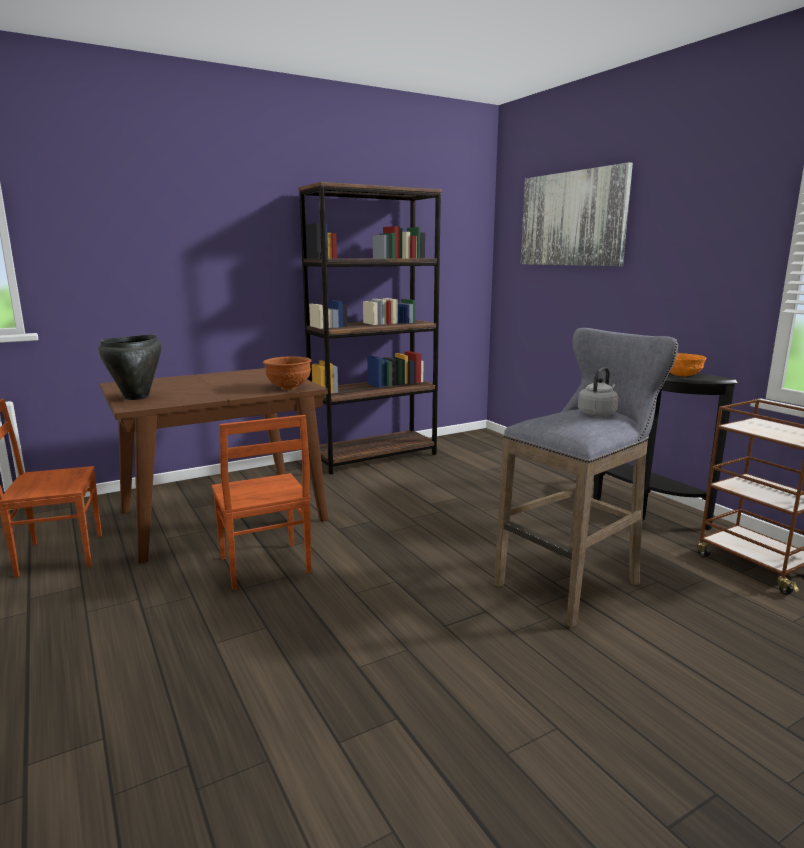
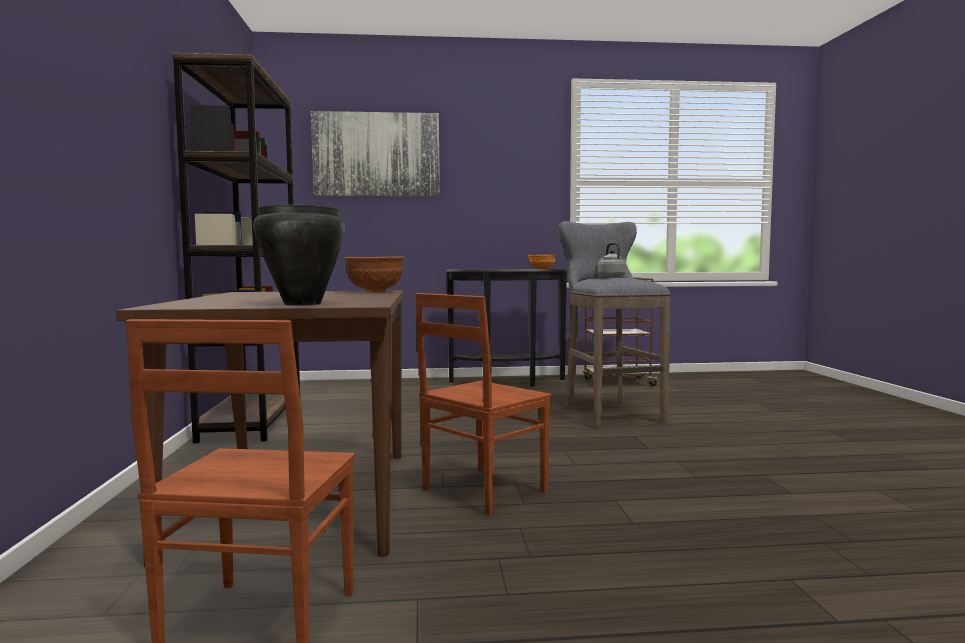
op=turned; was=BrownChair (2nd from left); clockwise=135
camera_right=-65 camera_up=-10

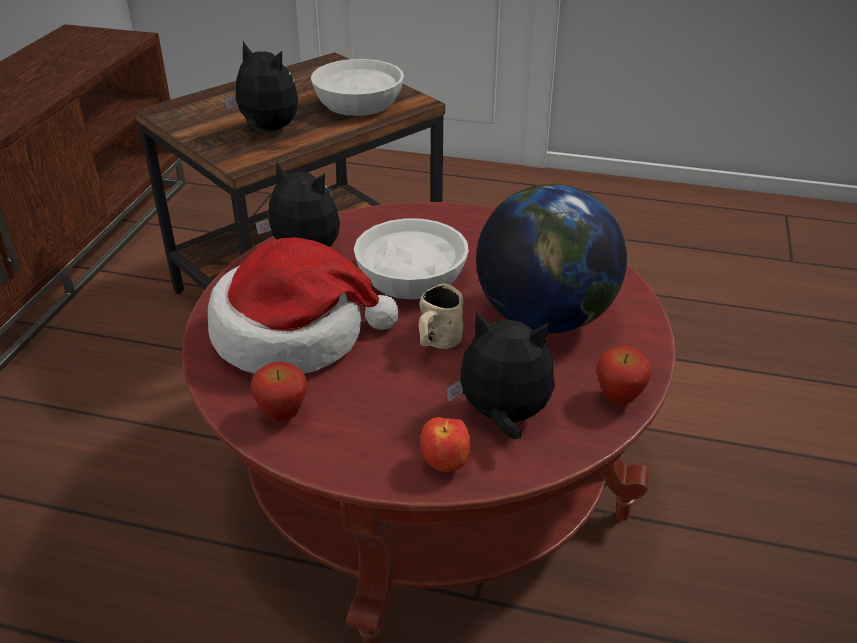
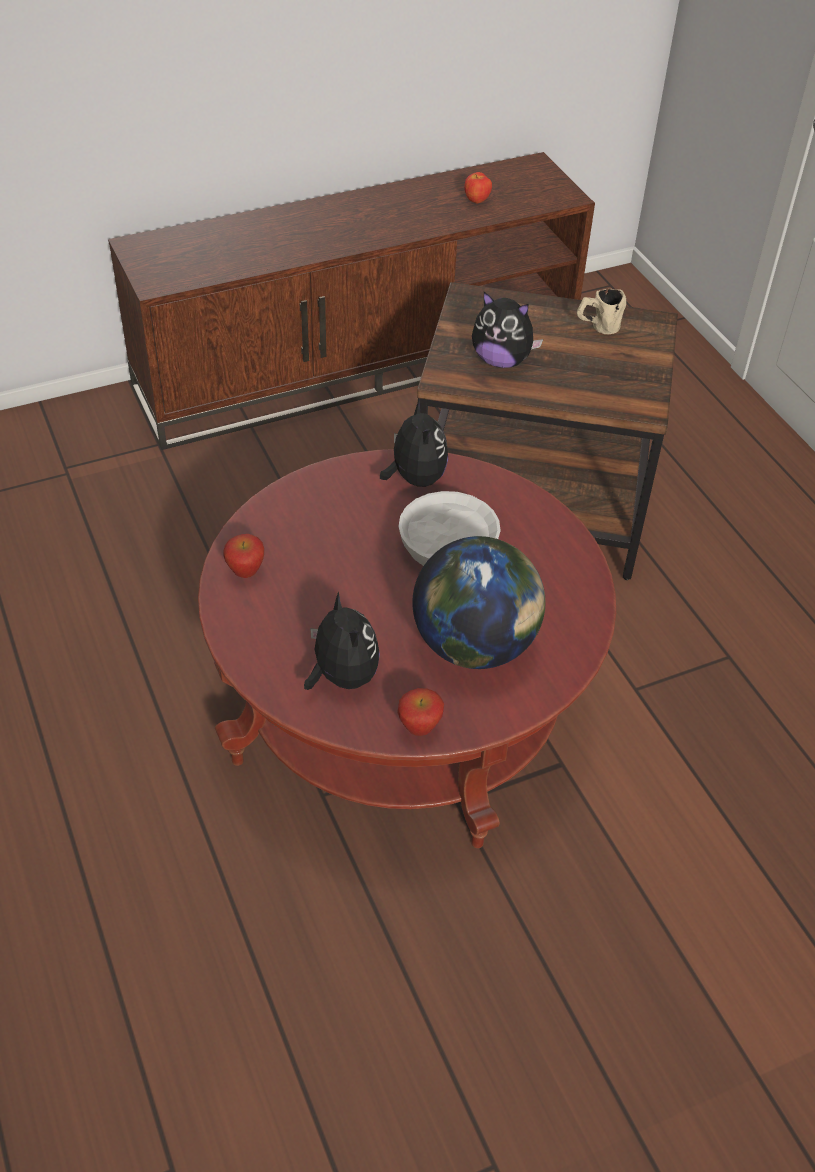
op=moved; was=Apple (2nd from left in the first image); now=Apple (3rd from left)
op=turned; was=PlushToy (1st from left in the first image); clockwise=120
op=moved; was=BeigeMug
op=removed; was=Hat
op=removed; was=WhiteBowl (1st from left)
camera_right=50 camera_up=10

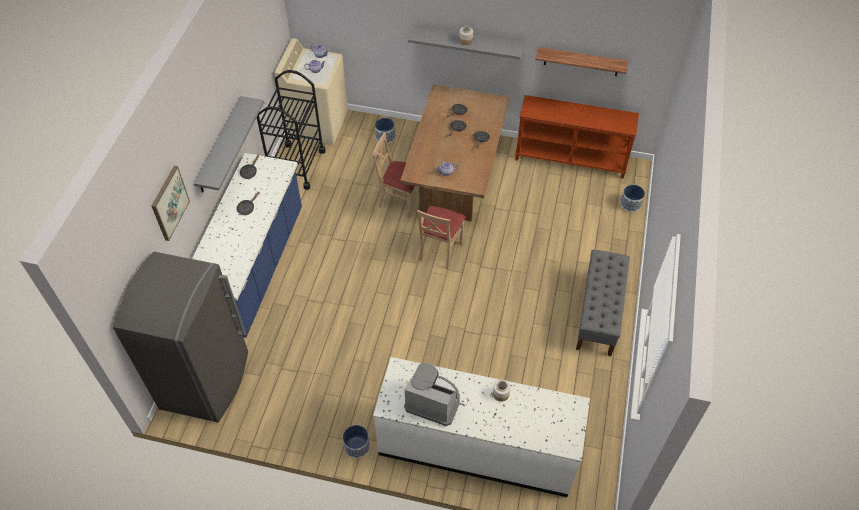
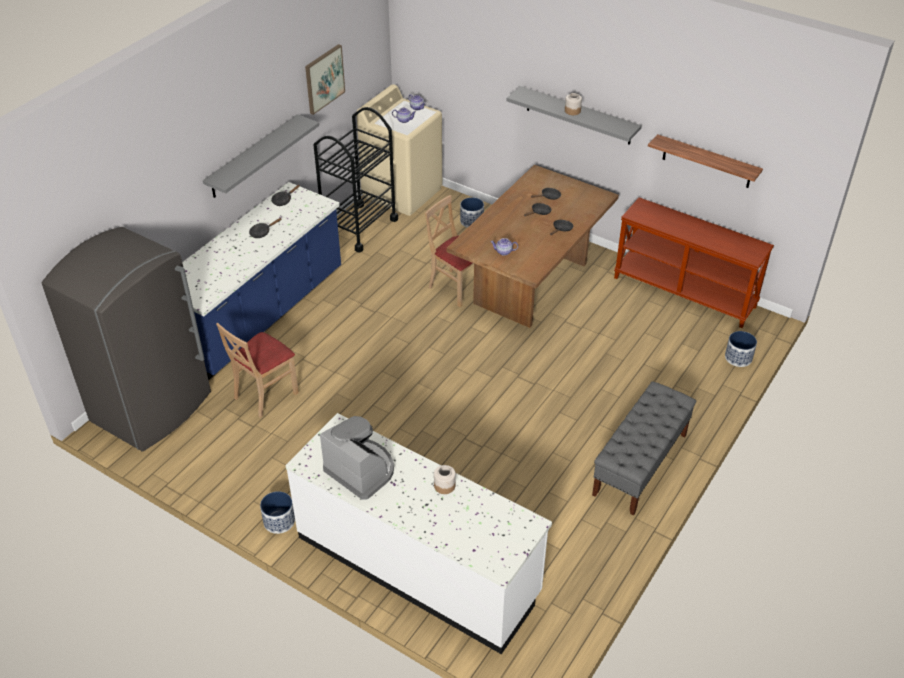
op=moved; was=BeigeChair (2nd from left in the first image); now=BeigeChair (1st from left)
op=moved; was=Picture
camera_right=20 camera_up=-10

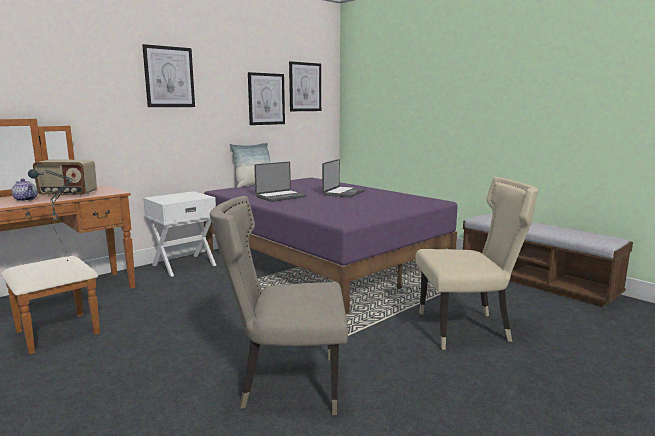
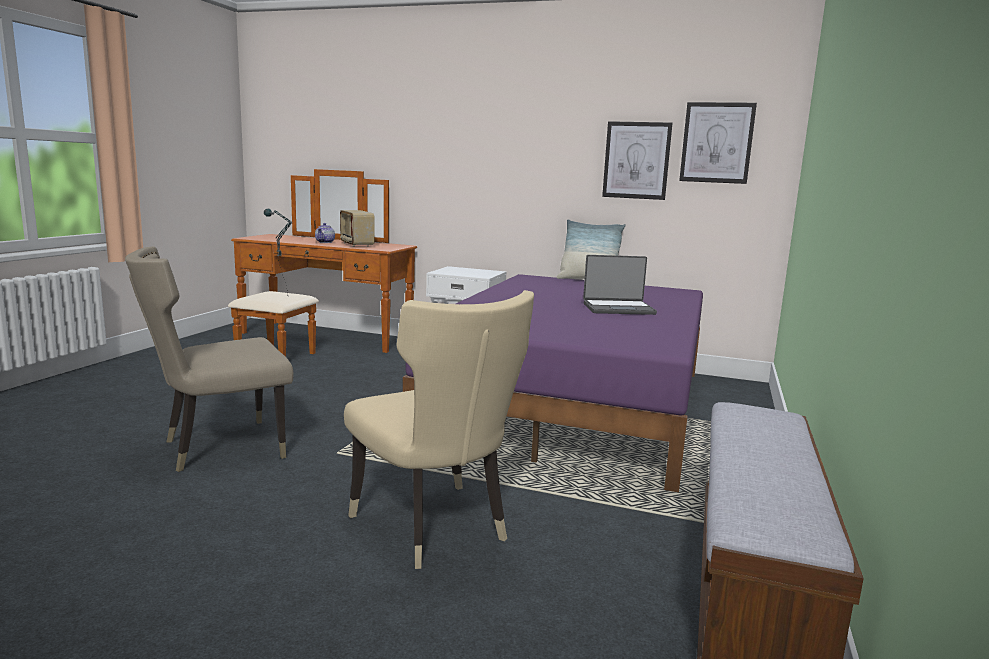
op=turned; was=BeigeChair (1st from left); clockwise=-90
op=removed; was=Picture (1st from left)
op=removed; was=Laptop (1st from left)
camera_right=60 camera_up=0

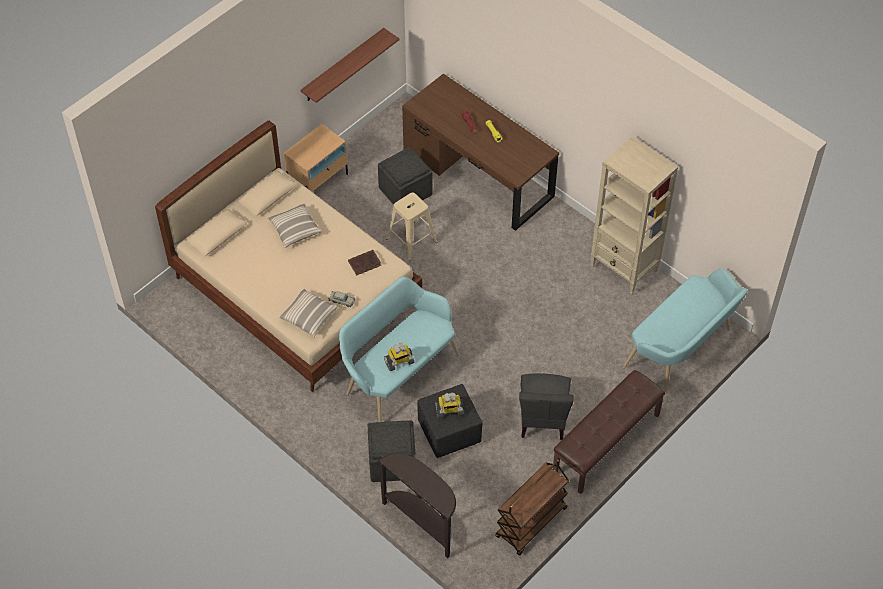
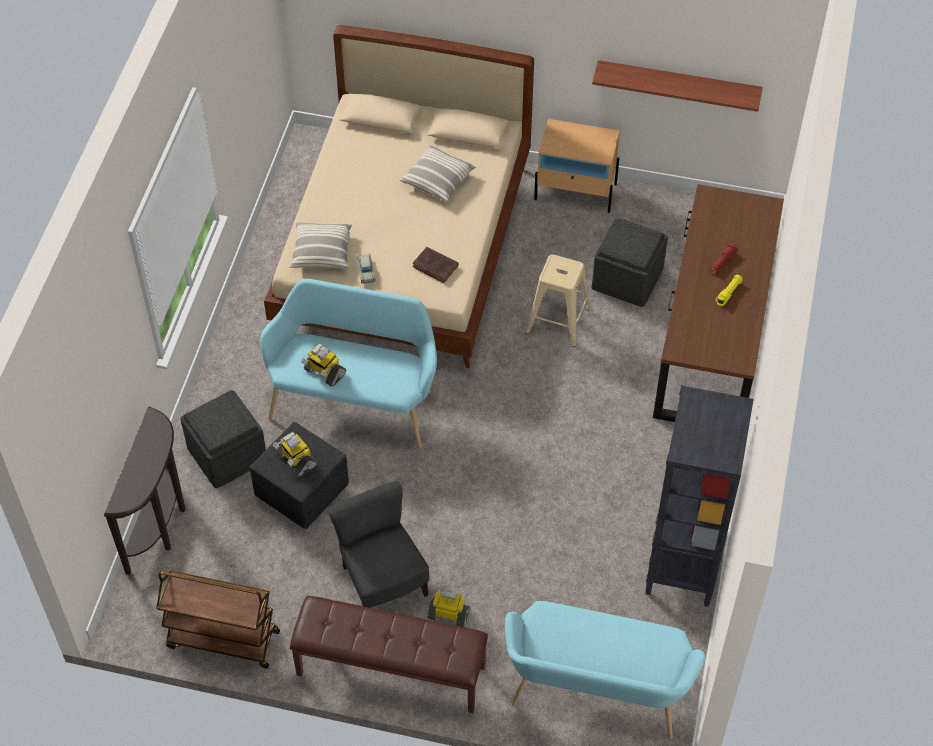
op=turned; was=GreyChair; clockwise=90
op=added; now=ToyRobot (3rd from left)
op=recoloured; was=BeigeBookcase; now=BlackBookcase
camera_right=60 camera_up=0

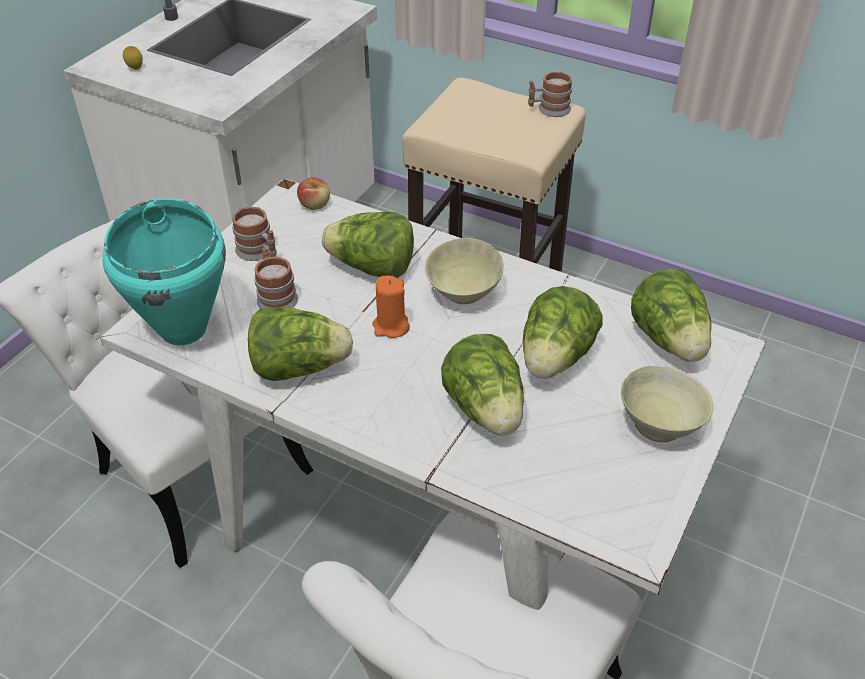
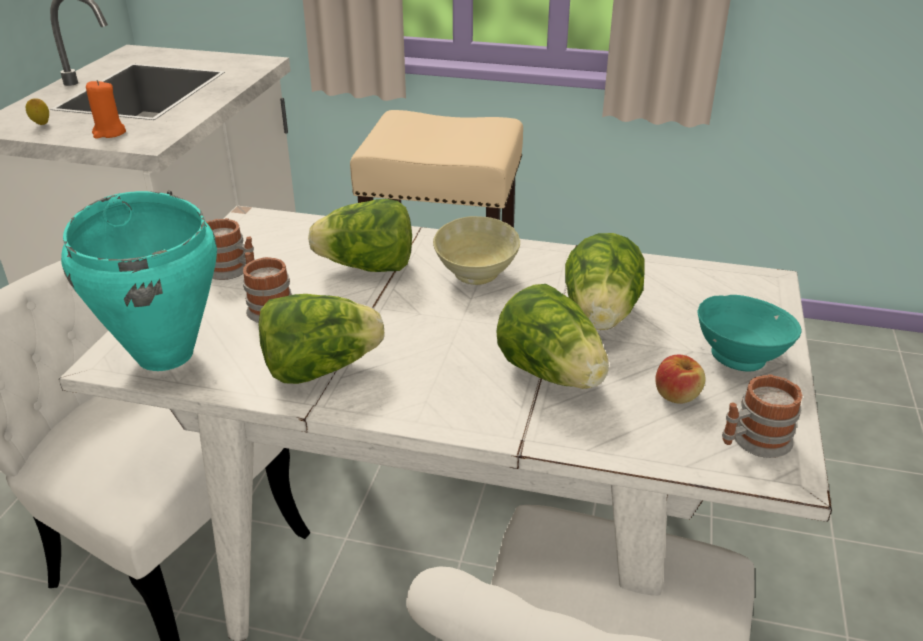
op=moved; was=OrangeCandle
op=moved; was=Apple
op=recoloured; was=BeigeBowl (2nd from left); now=TurquoiseBowl
op=moved; was=Mug (3rd from left)
op=removed; was=Lettuce (5th from left)
camera_right=-15 camera_up=-10

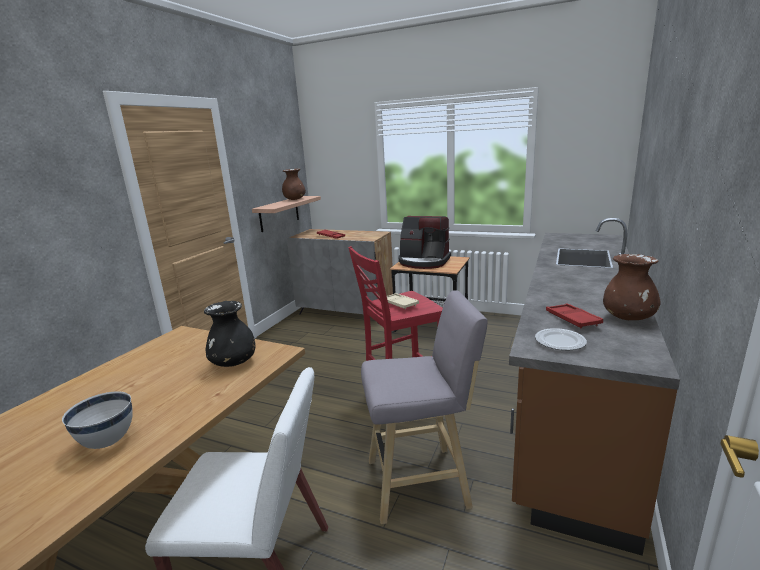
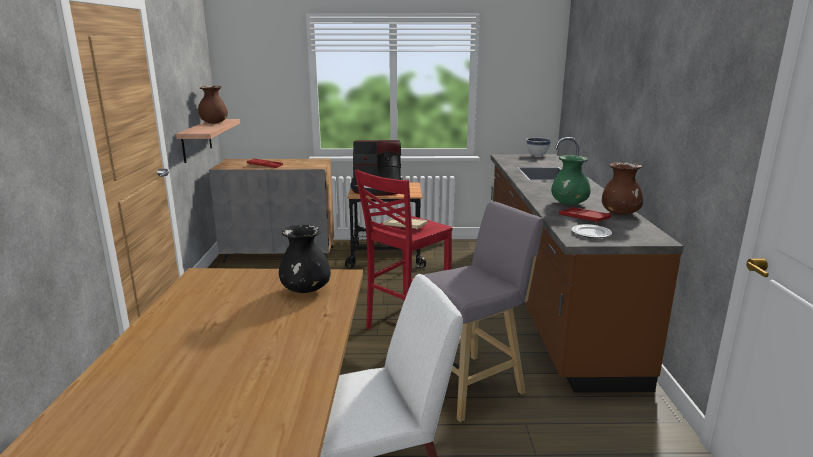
op=moved; was=WhiteBowl
op=added; now=GreenVase
camera_right=-25 camera_up=0

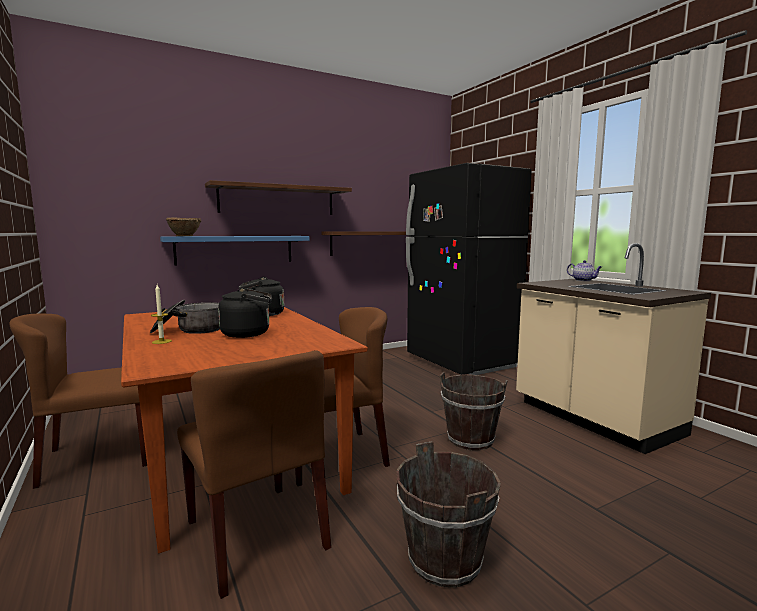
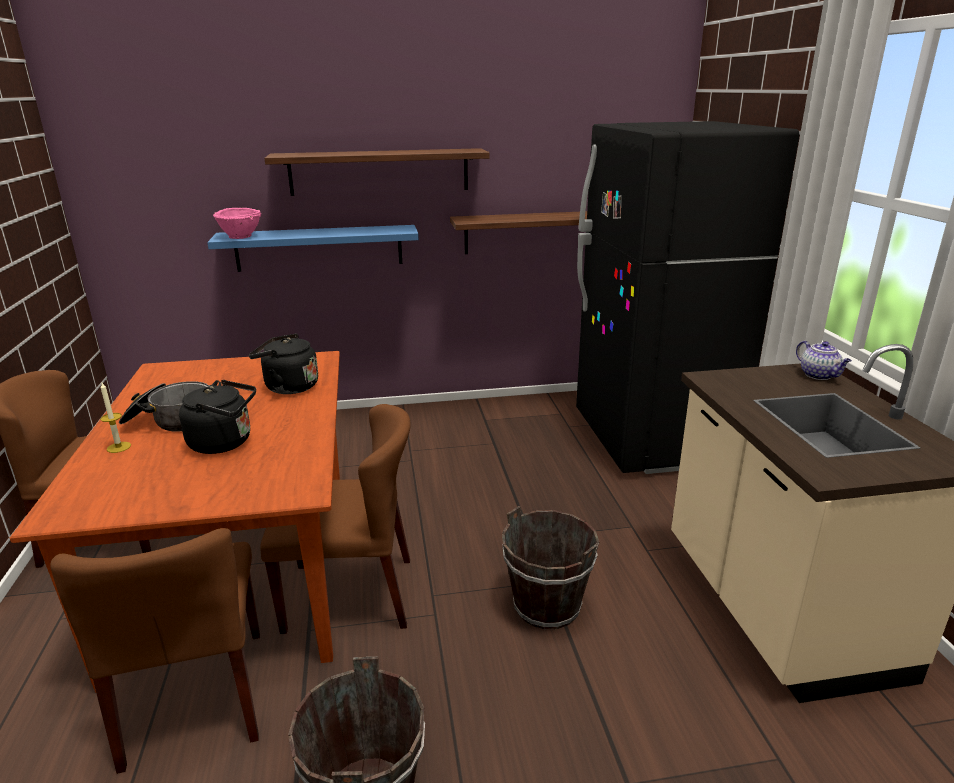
op=recoloured; was=BrownBowl; now=PinkBowl
camera_right=20 camera_up=15

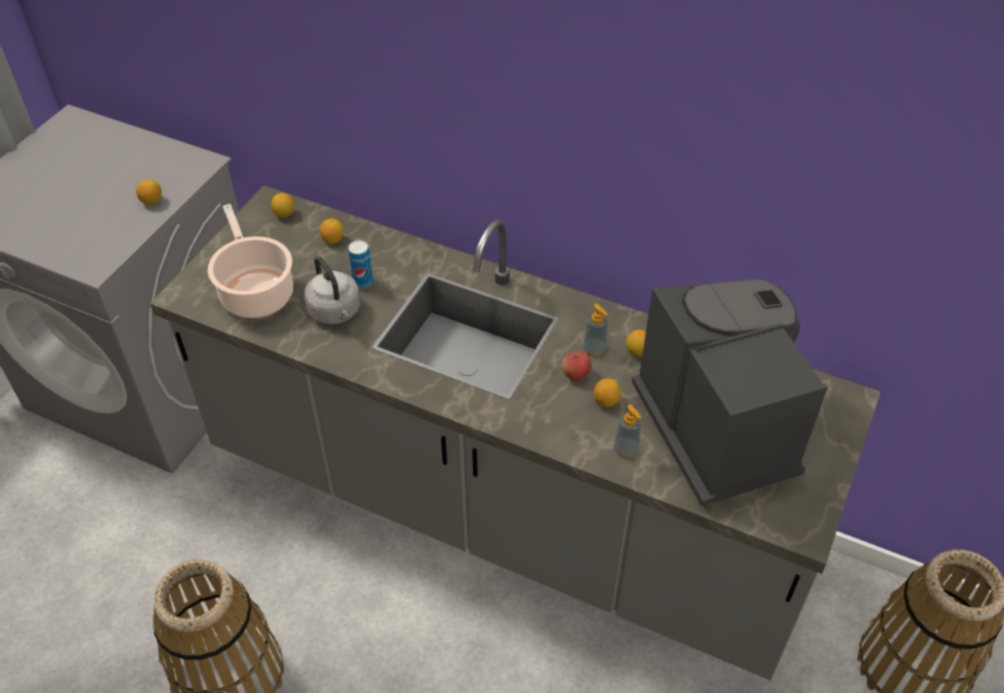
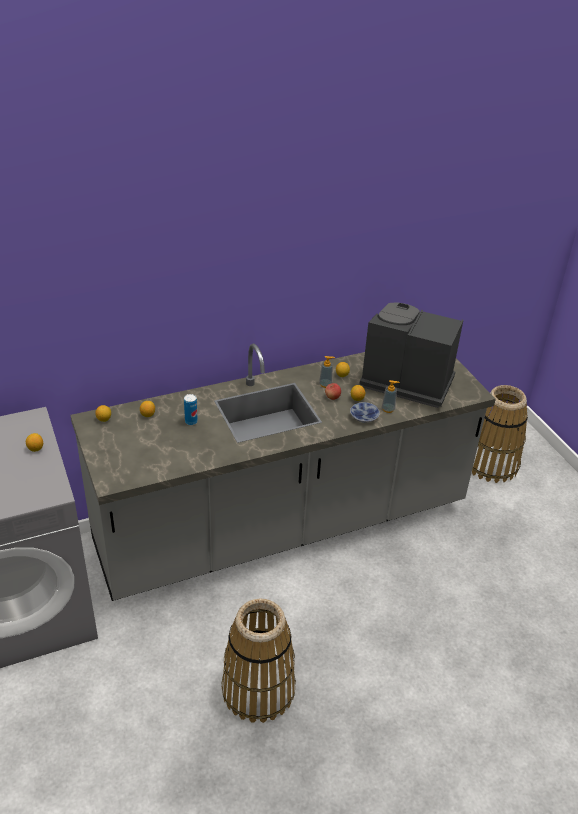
op=added; now=Bowl
op=removed; was=CookingPot
op=removed; was=GreyKettle
camera_right=-50 camera_up=-10

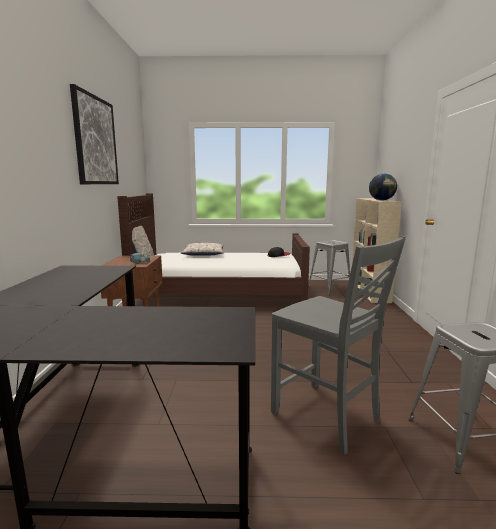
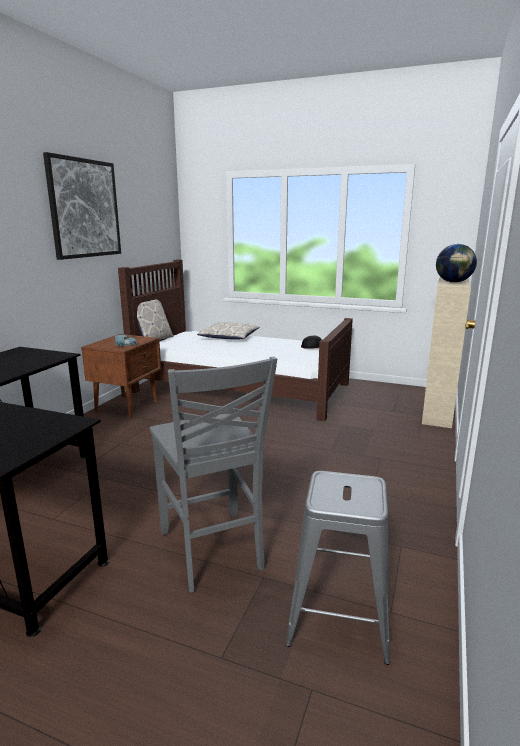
op=removed; was=GreyStool (1st from left)
camera_right=20 camera_up=5

